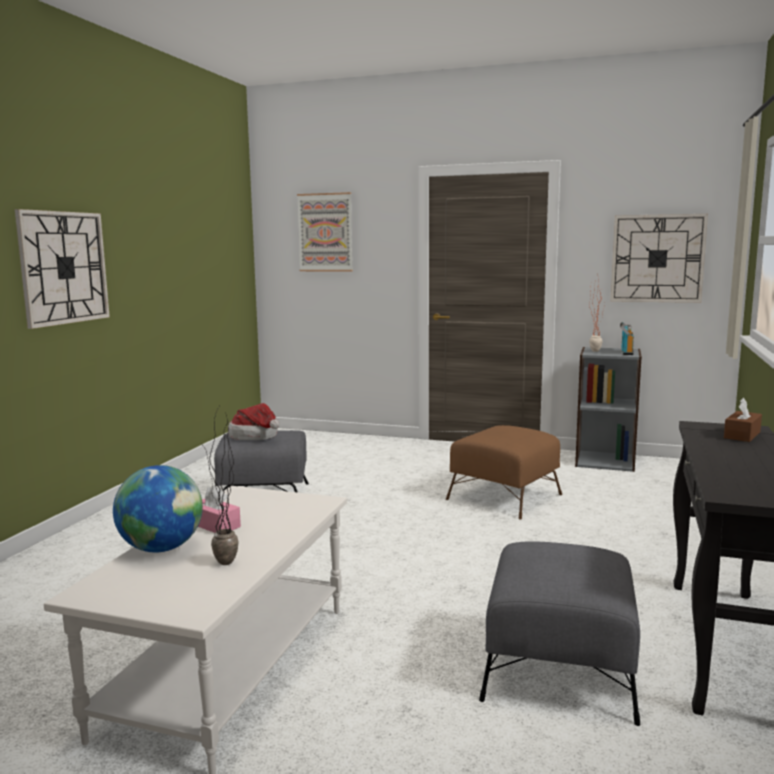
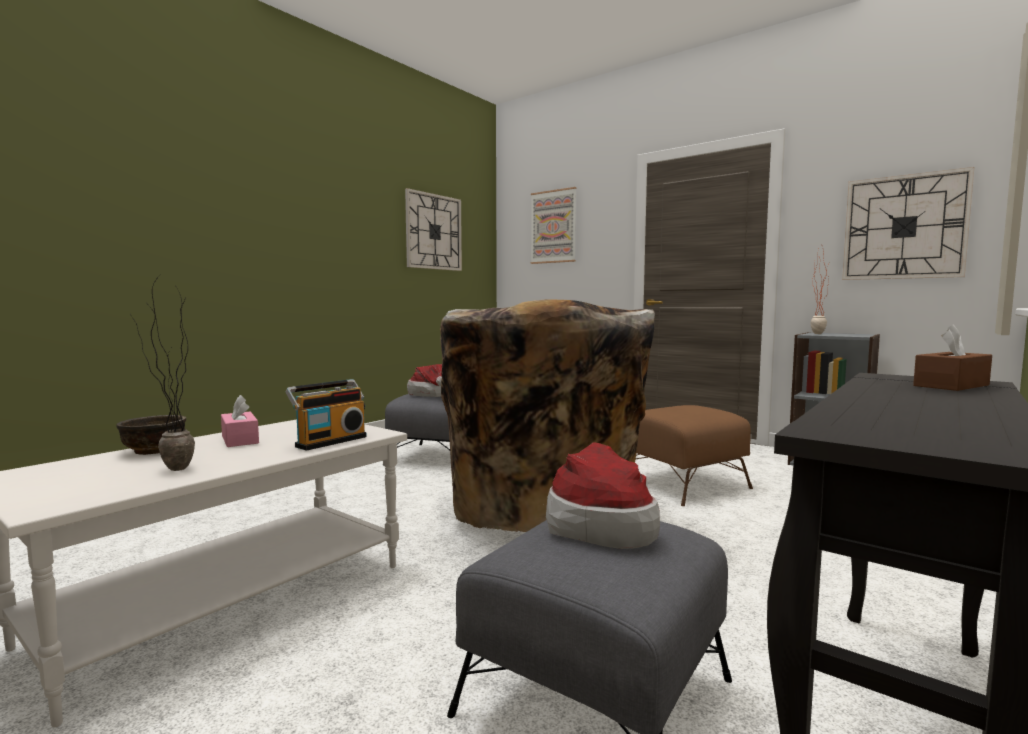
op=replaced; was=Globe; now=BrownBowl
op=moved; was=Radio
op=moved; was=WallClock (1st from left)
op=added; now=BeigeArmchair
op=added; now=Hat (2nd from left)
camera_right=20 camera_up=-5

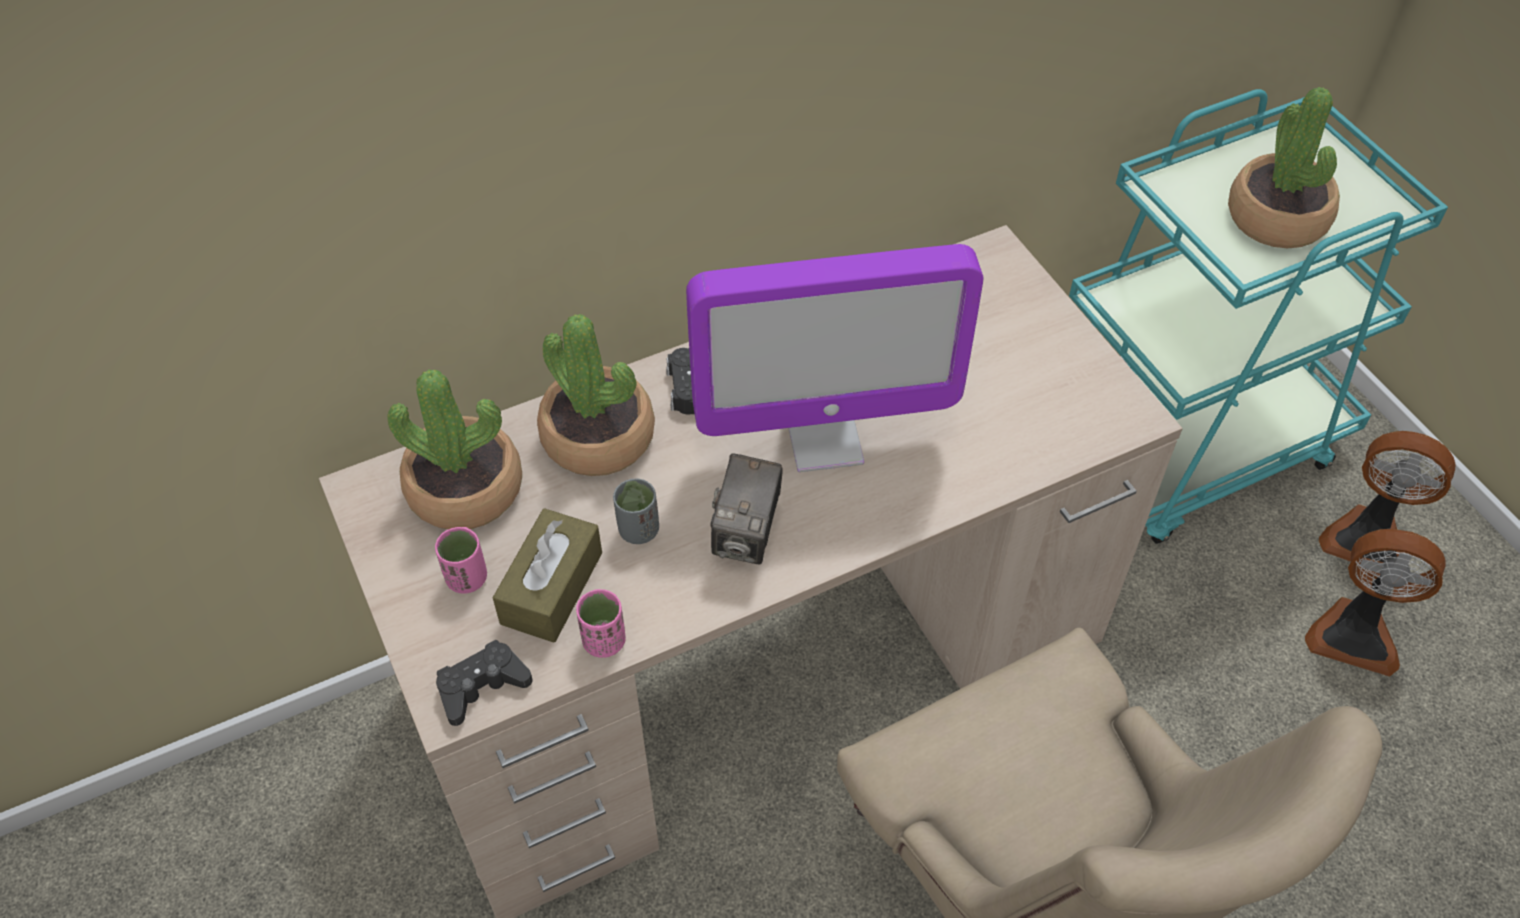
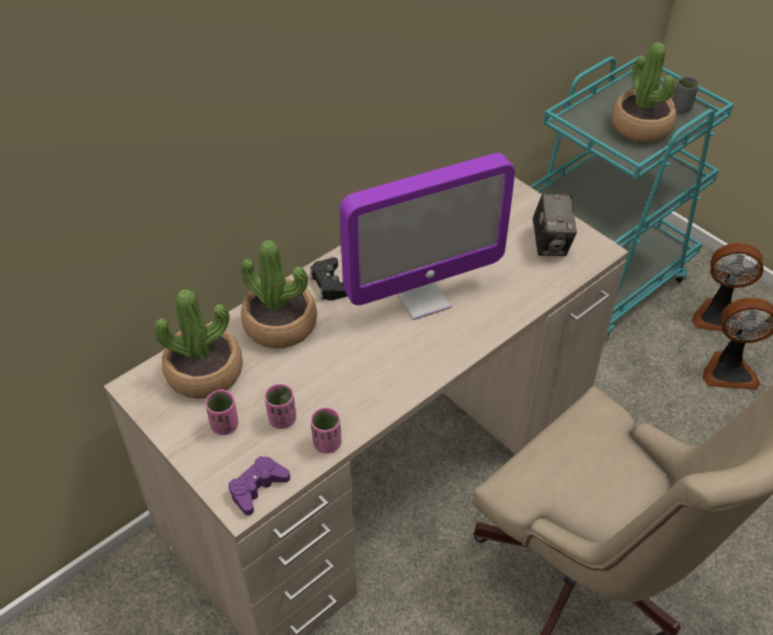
op=recoloured; was=BlackGameController (1st from left); now=PurpleGameController
op=replaced; was=BrownTissueBox; now=PinkCup (2nd from left)
op=moved; was=PhotoCamera
op=moved; was=GreyCup
camera_right=-15 camera_up=-5

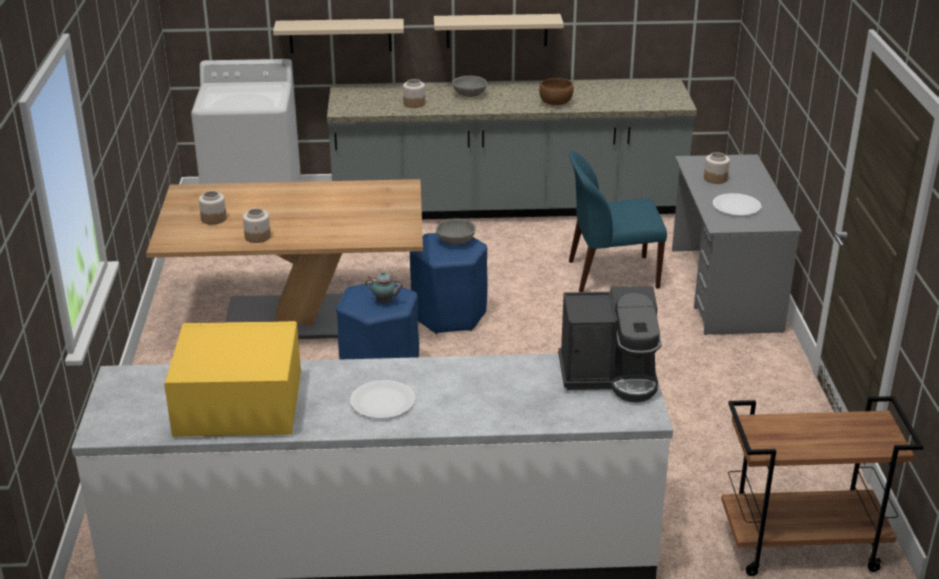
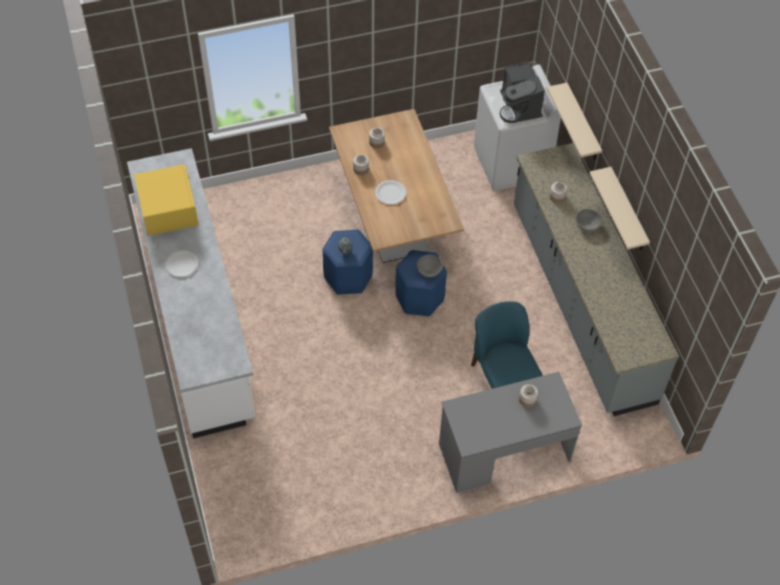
op=moved; was=WhitePlate (2nd from left)
op=moved; was=CoffeeMachine
op=removed; was=BrownBowl
op=removed; was=BrownCart
camera_right=75 camera_up=25

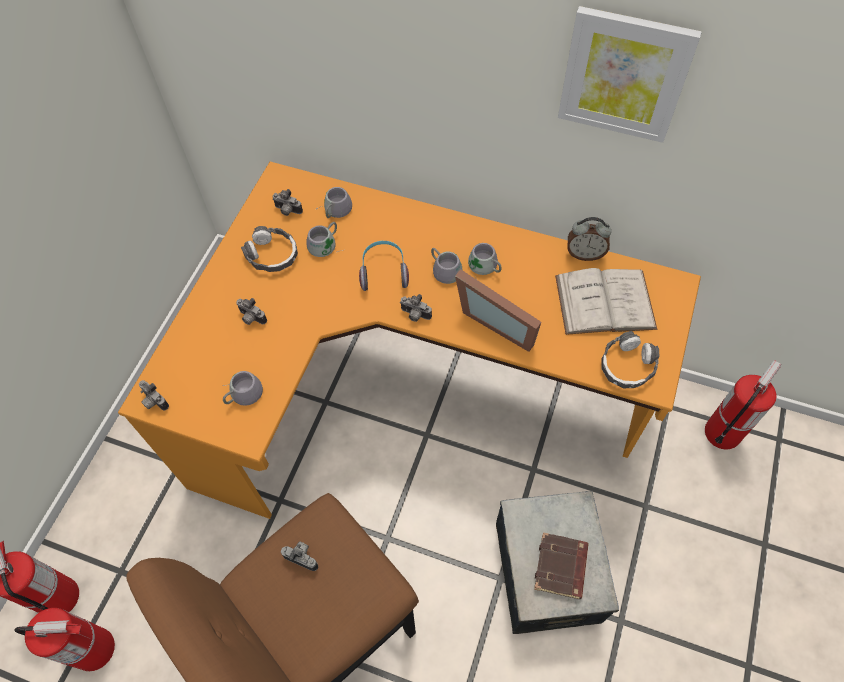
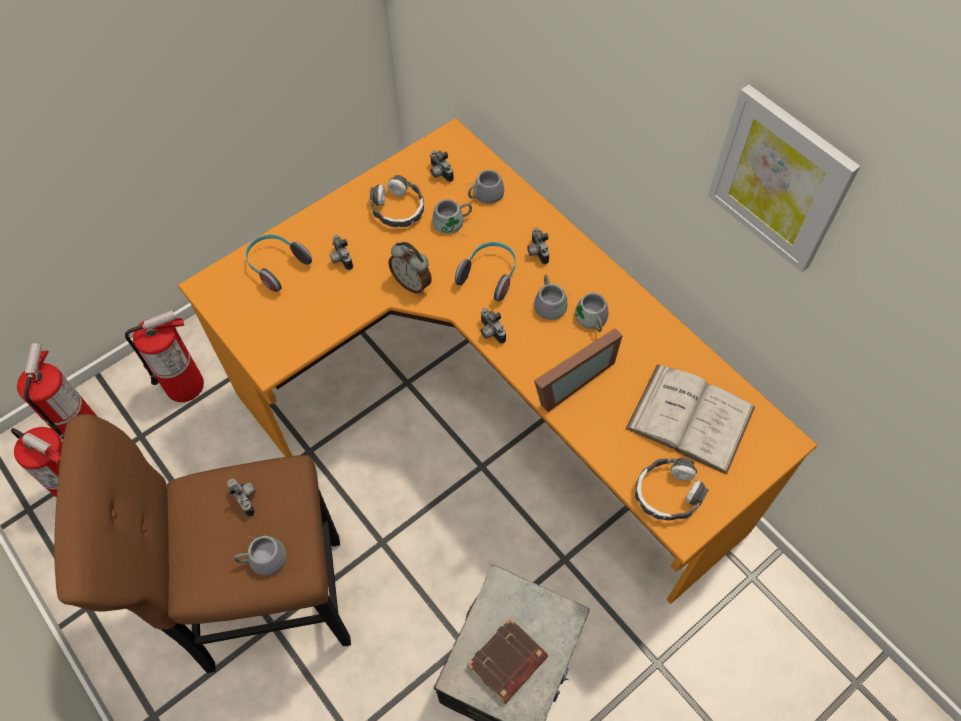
op=moved; was=FireExtinguisher (3rd from left)
op=moved; was=GreyMug (1st from left)
op=added; now=Headphones (1st from left)
op=moved; was=AlarmClock
op=moved; was=PhotoCamera (1st from left in the first image); now=PhotoCamera (5th from left)
op=turned; was=PictureFrame; clockwise=-105
camera_right=30 camera_up=0

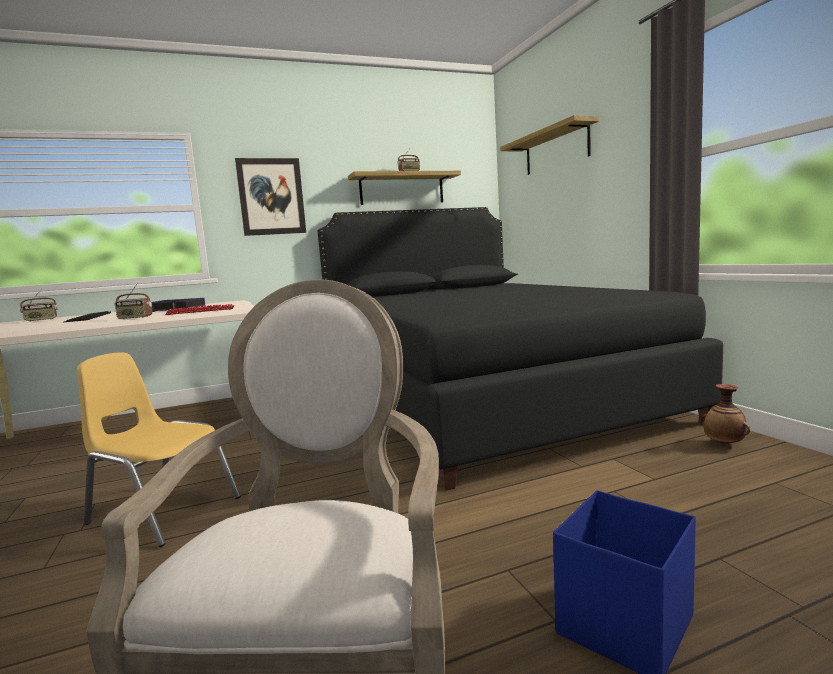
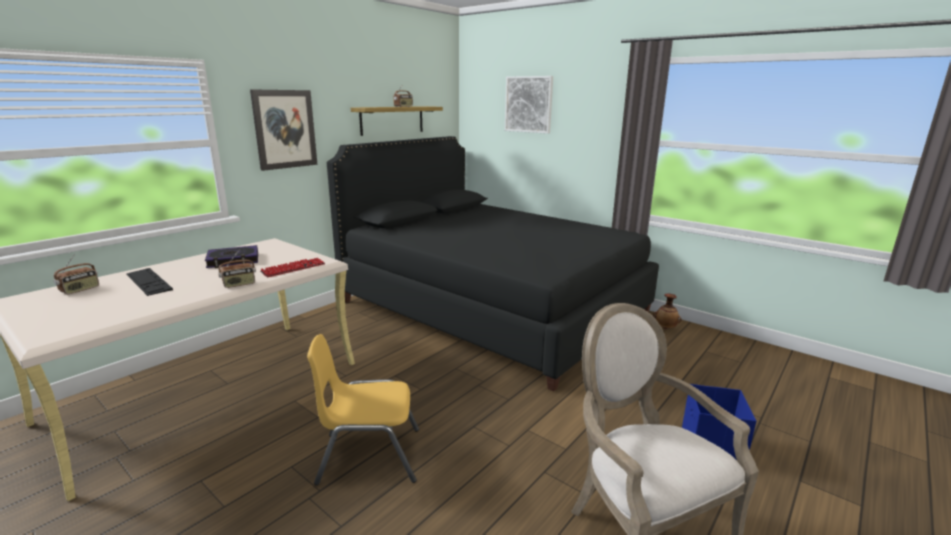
op=replaced; was=Shelf (2nd from left); now=Picture (2nd from left)
camera_right=-30 camera_up=10

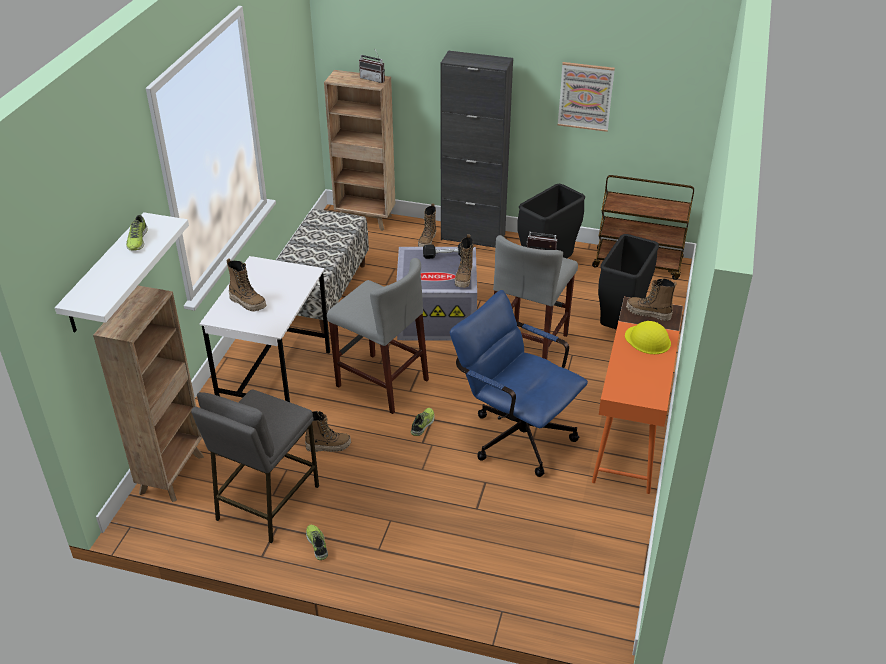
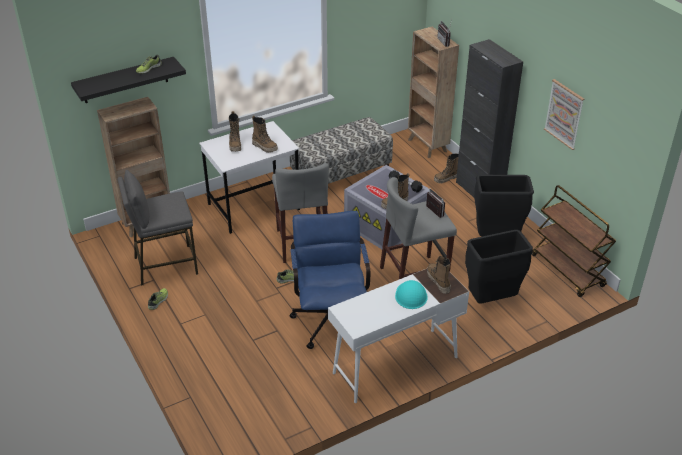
op=recoloured; was=WhiteShelf; now=BlackShelf
op=moved; was=Boot (2nd from left)
op=recoloured; was=OrangeDesk; now=WhiteDesk (2nd from left)
op=recoloured; was=YellowHardHat; now=TurquoiseHardHat
camera_right=45 camera_up=0

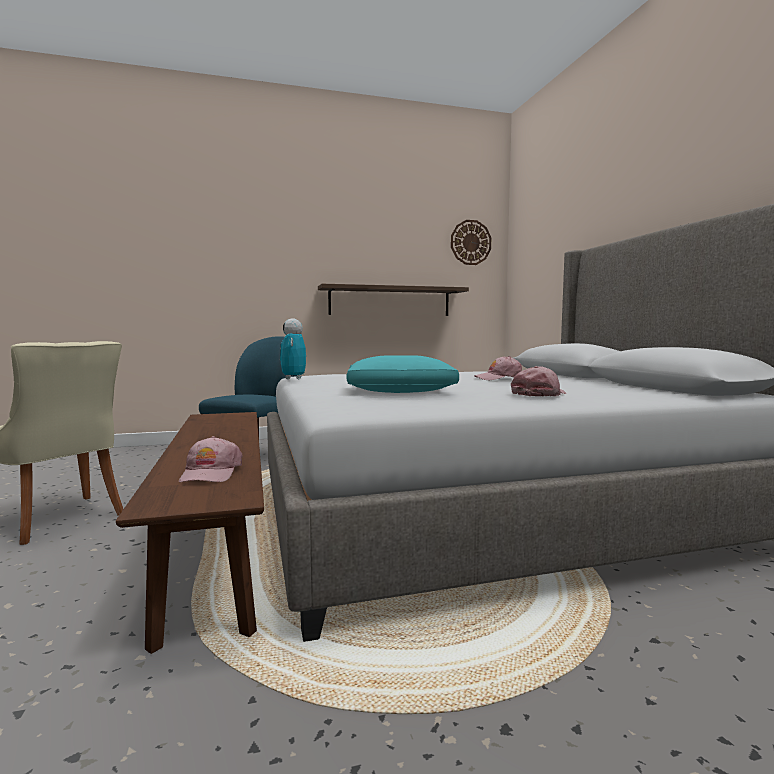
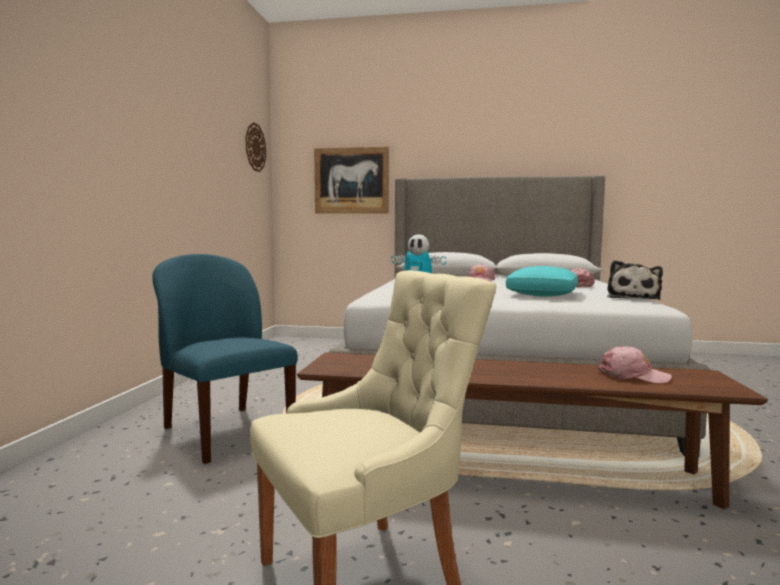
op=added; now=Picture
op=added; now=PlushToy
op=removed; was=Shelf
camera_right=-65 camera_up=0

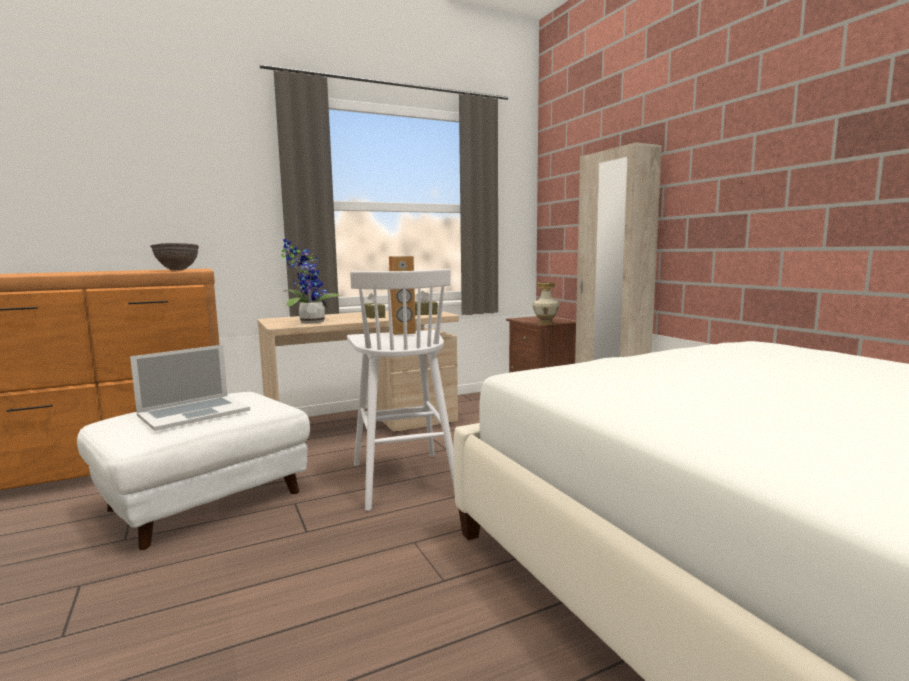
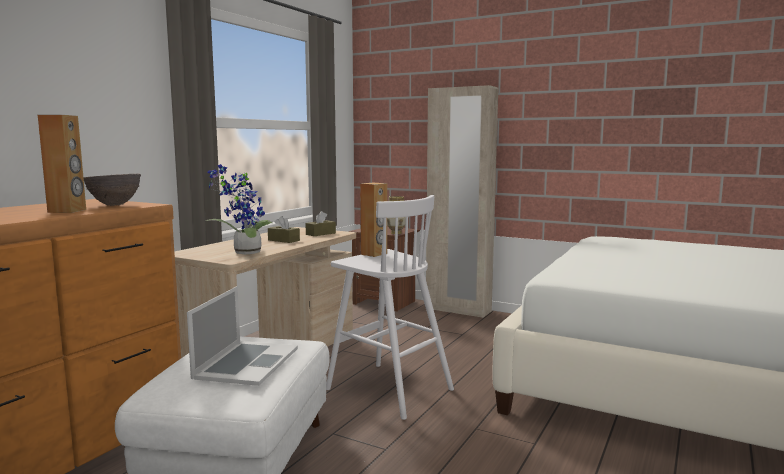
op=added; now=BrownSpeaker (1st from left)
camera_right=-35 camera_up=0

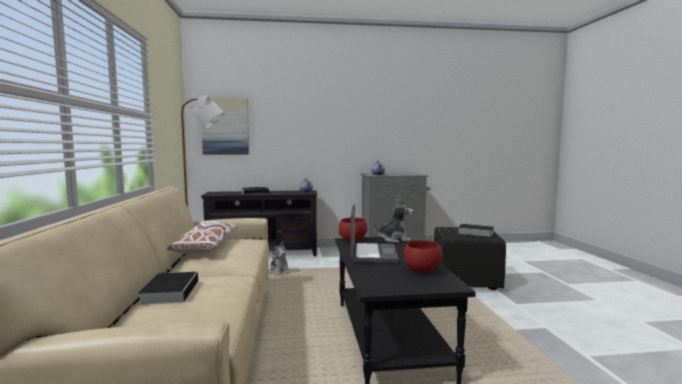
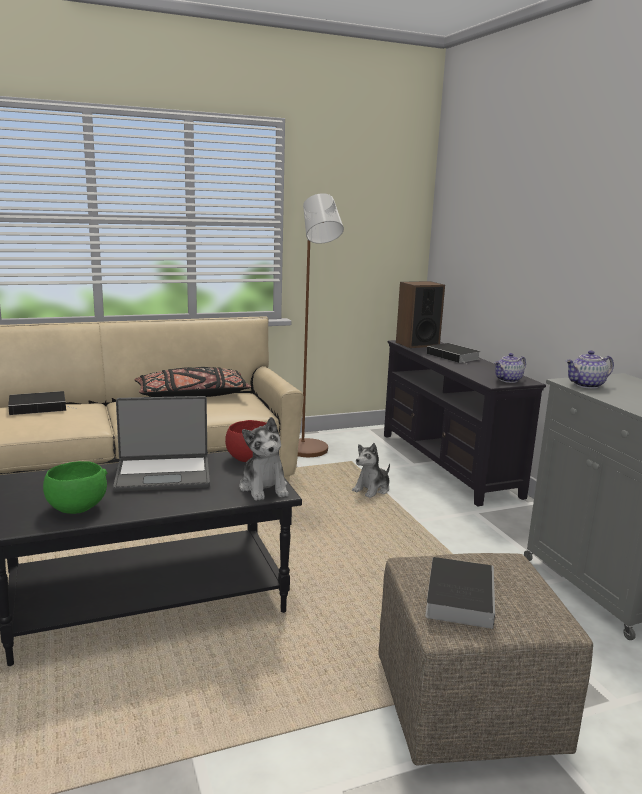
op=recoloured; was=RedBowl (2nd from left); now=GreenBowl
op=recoloured; was=WhitePillow; now=BlackPillow
op=recoloured; was=BlackOttoman; now=BeigeOttoman
op=added; now=Speaker
op=removed; was=Picture
camera_right=75 camera_up=10

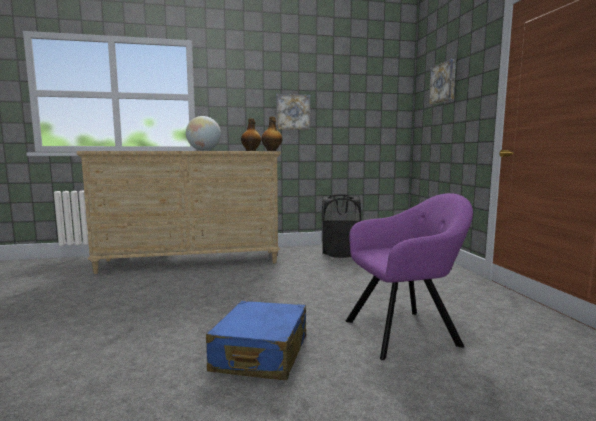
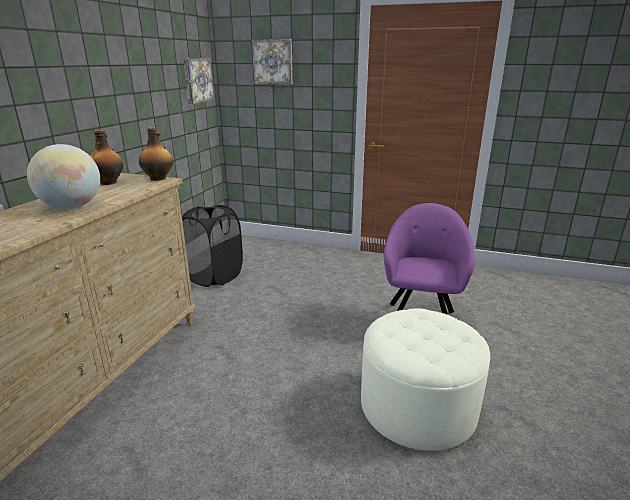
op=moved; was=Picture (1st from left)
op=replaced; was=BlueSuitcase; now=WhiteOttoman
camera_right=-60 camera_up=15

